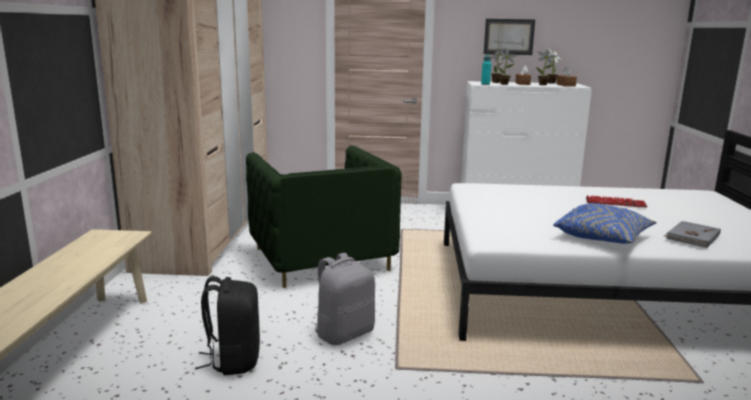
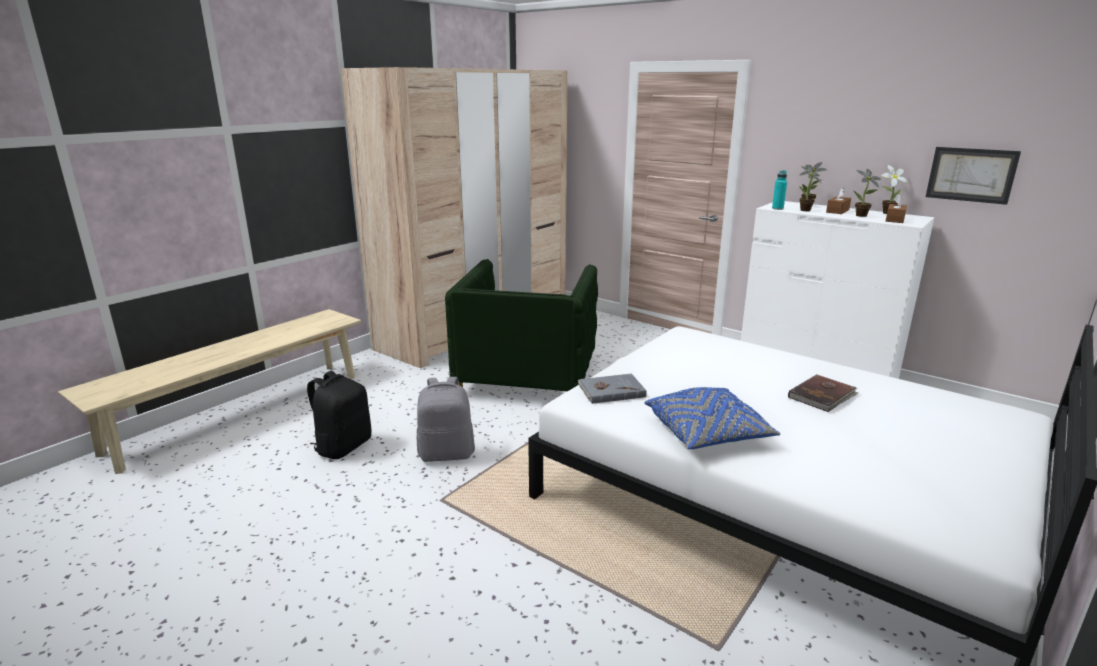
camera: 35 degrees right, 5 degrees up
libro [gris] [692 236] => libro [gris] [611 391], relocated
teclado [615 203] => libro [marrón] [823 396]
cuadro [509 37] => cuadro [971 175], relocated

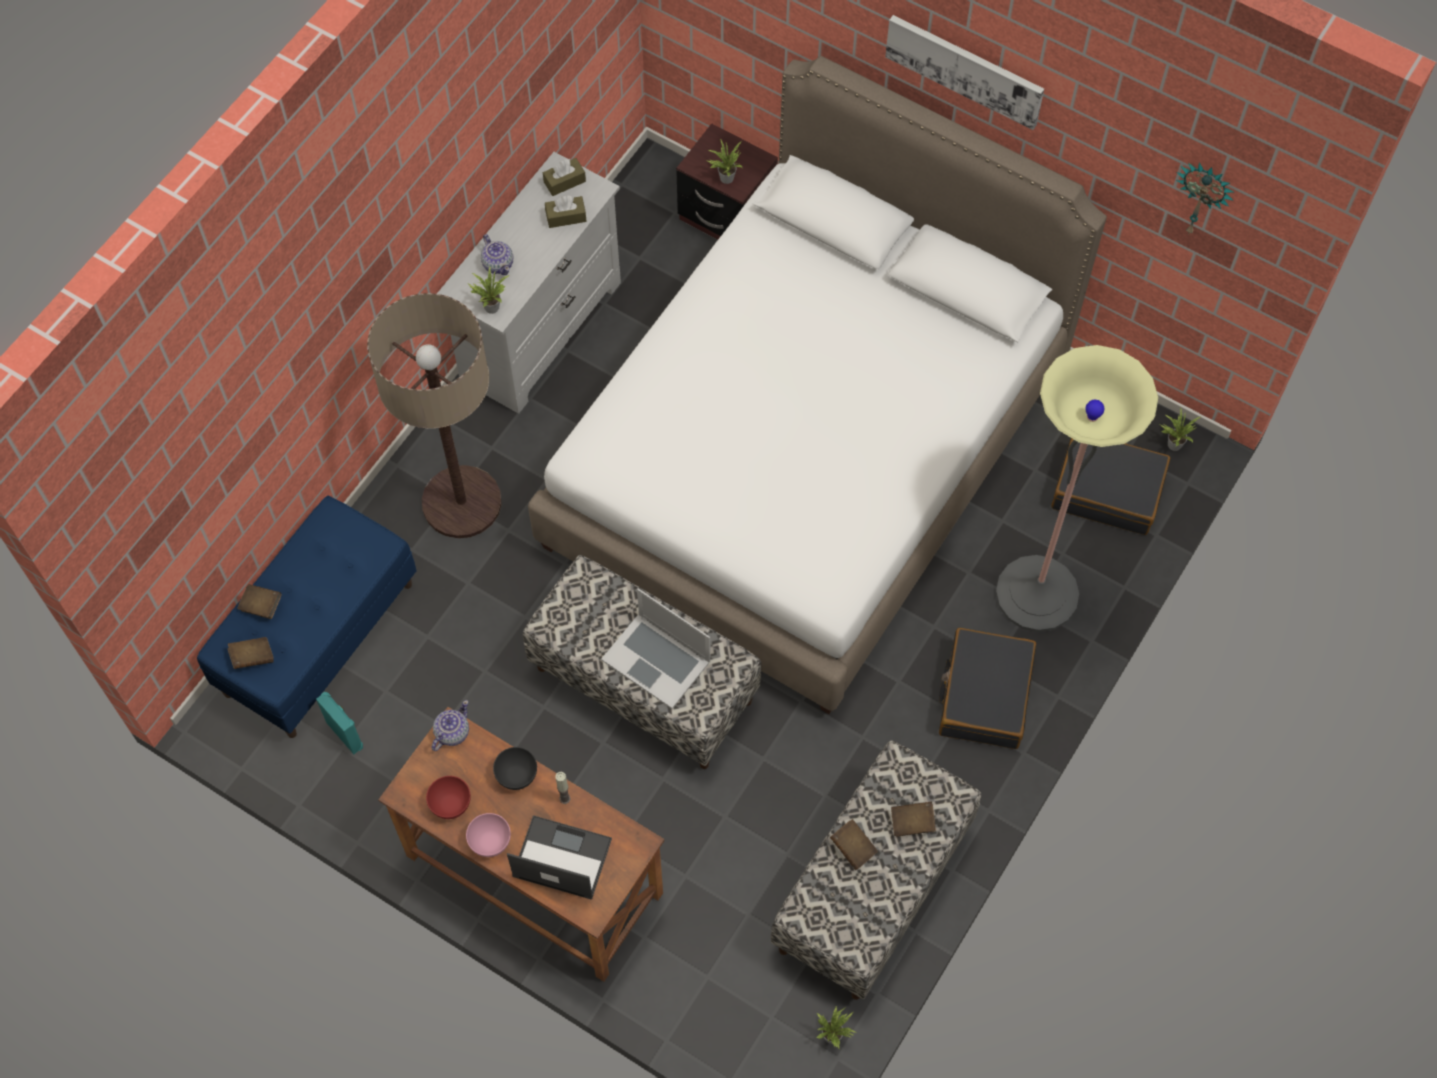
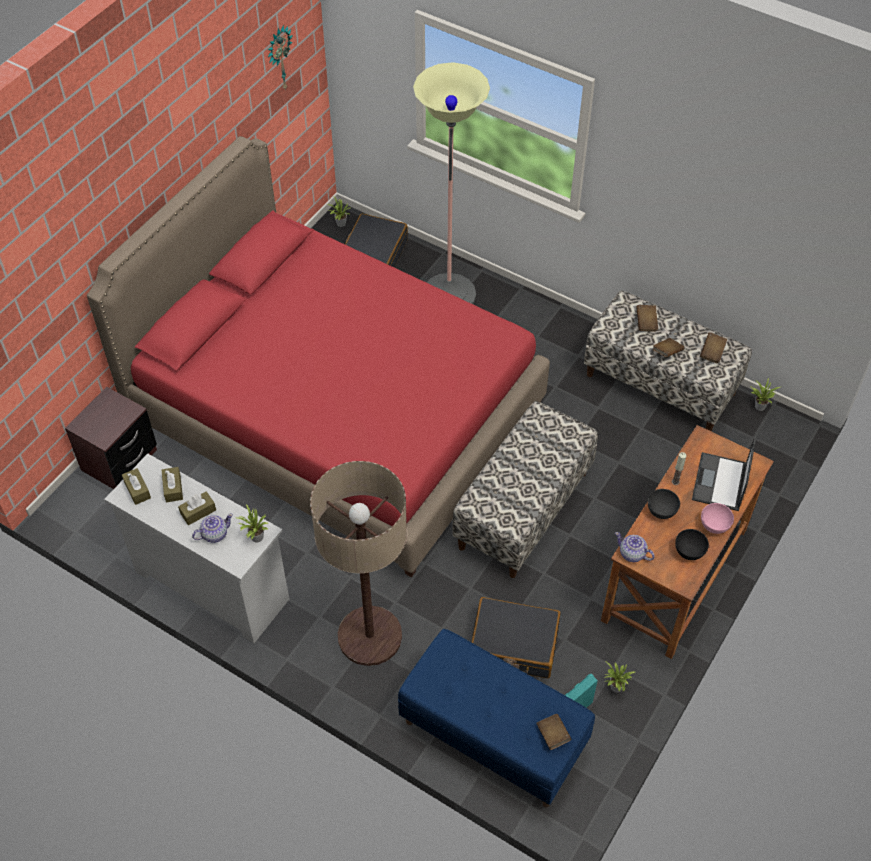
camera: 90 degrees left, 10 degrees down
cama [blanco] [806 453] => cama [rojo] [336 413]
nothing => caja de pañuelos [marrón] [198 512]
maleta [negro] [984 695] => maleta [negro] [514 645], relocated
planta en maceta [725 177] => planta en maceta [615 688], relocated
cuenco [rojo] [450 804] => cuenco [negro] [689 552]
libro [marrón] [261 606] => libro [marrón] [712 352], relocated
portátil [656 660] => nothing
cuadro [965 69] => nothing

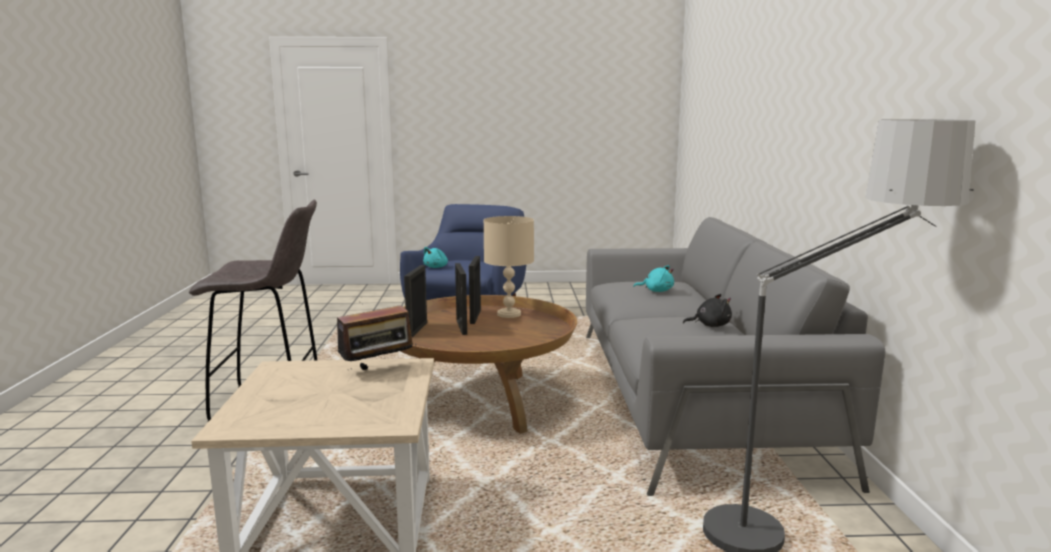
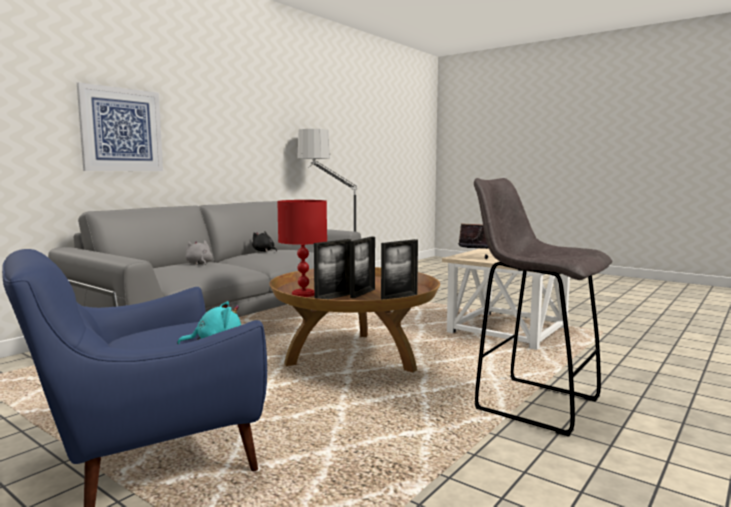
camera: 140 degrees left, 5 degrees down
nothing => cuadro [121 130]
peluche [turquesa] [656 291] => peluche [gris] [199 264]
lámpara de mesa [beis] [509 314] => lámpara de mesa [rojo] [303 294]

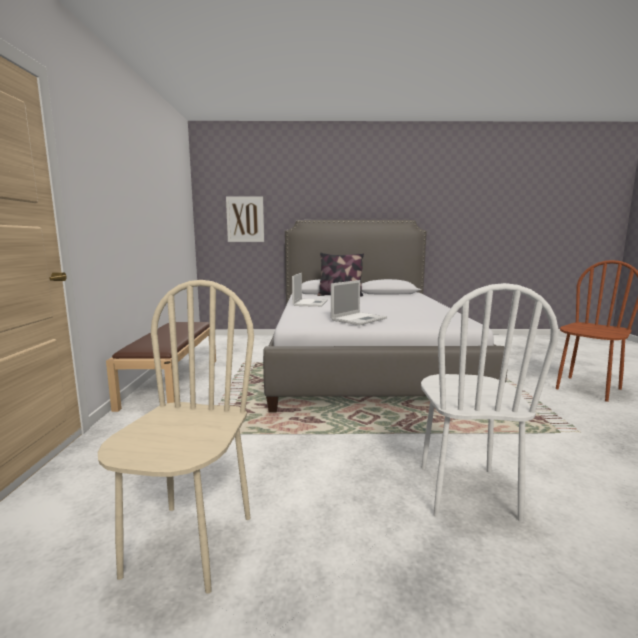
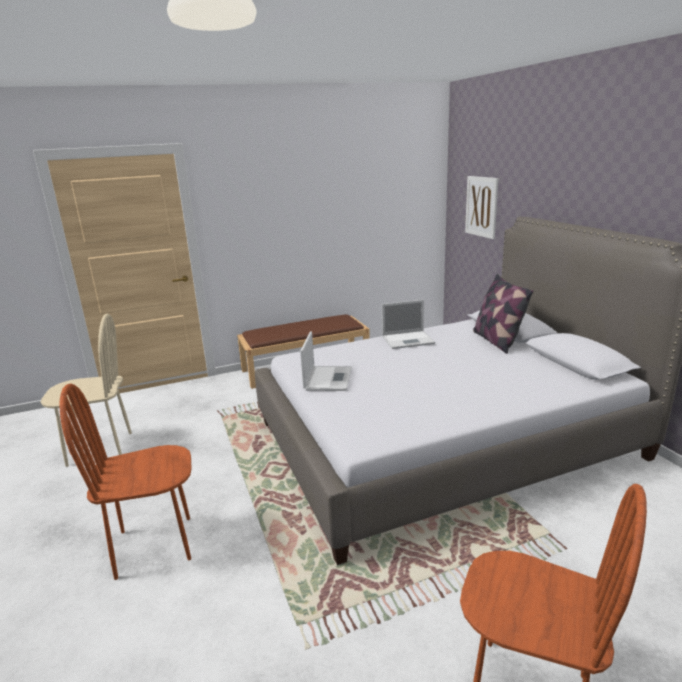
camera: 70 degrees right, 10 degrees up
silla [blanco] [465 491] => silla [marrón] [154 545]
portátil [359 319] => portátil [328 378], 105 degrees counterclockwise

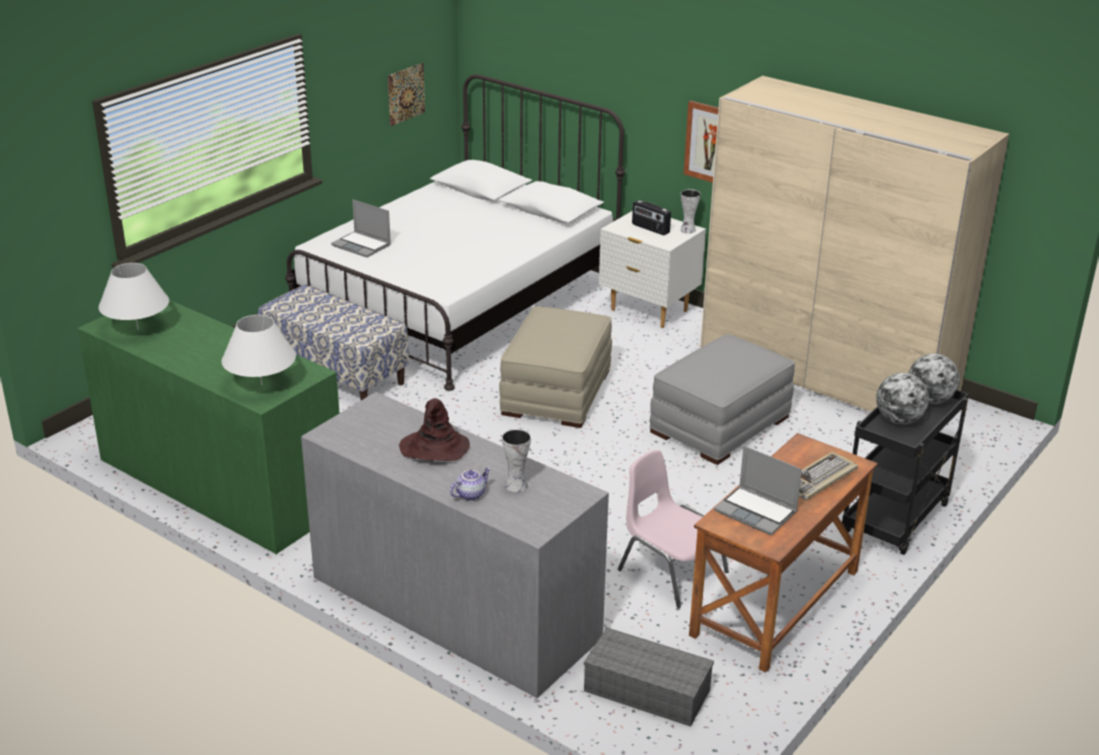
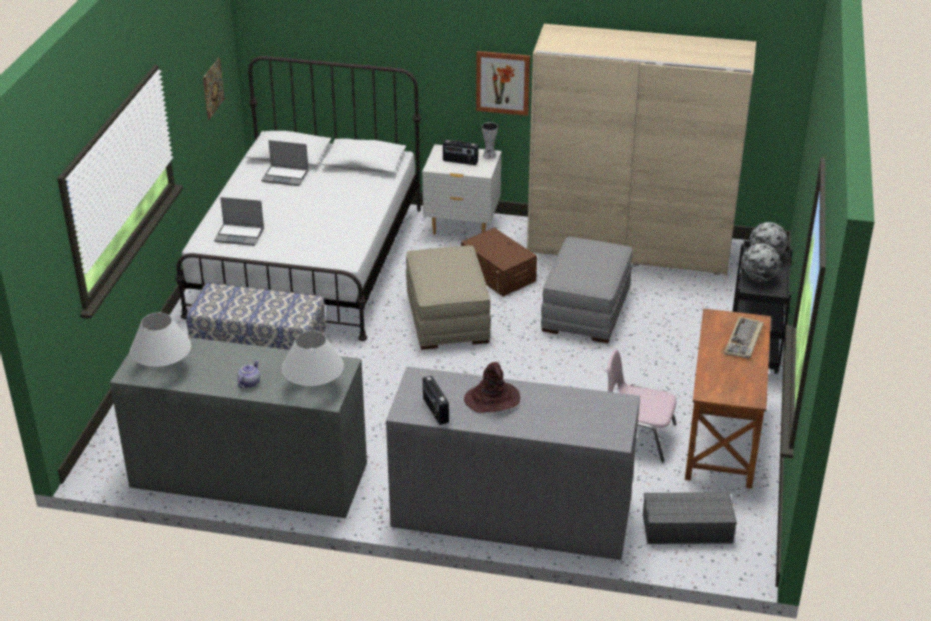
camera: 25 degrees left, 5 degrees up
cómoda [verde] [220 483] => cómoda [gris] [249 475]
tetera [470 494] => tetera [249 382], relocated
portátil [757 512] => portátil [286 176], relocated
nothing => radio [435 411]
nothing => caja de almacenaje [marrón] [498 274]
florero [515 485] => nothing

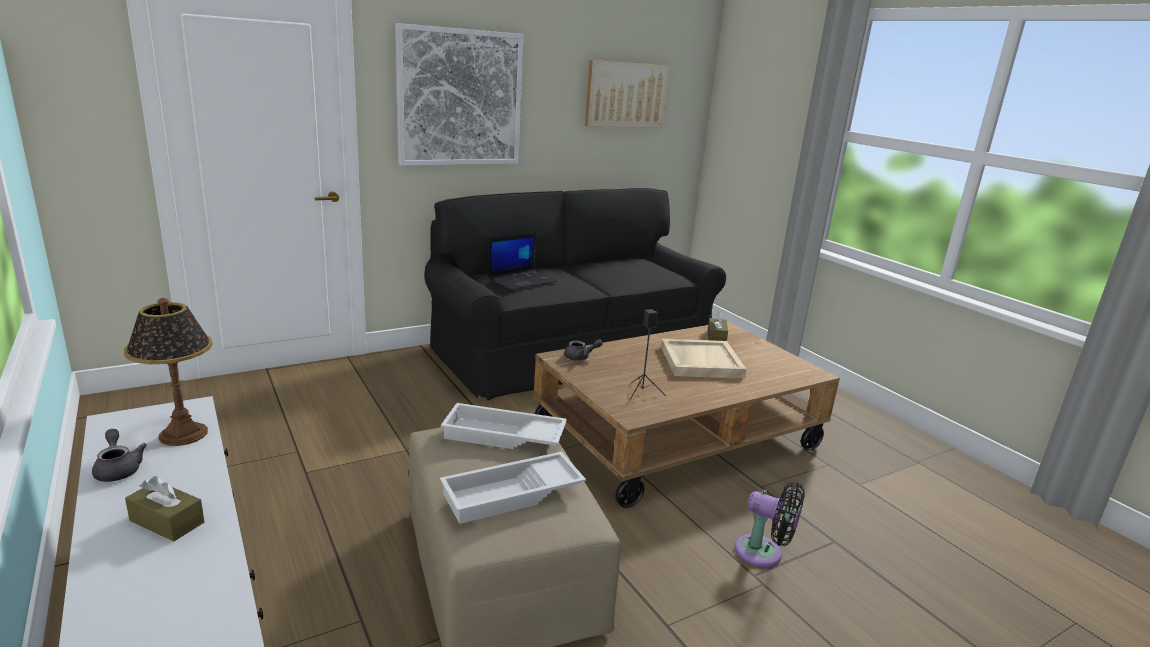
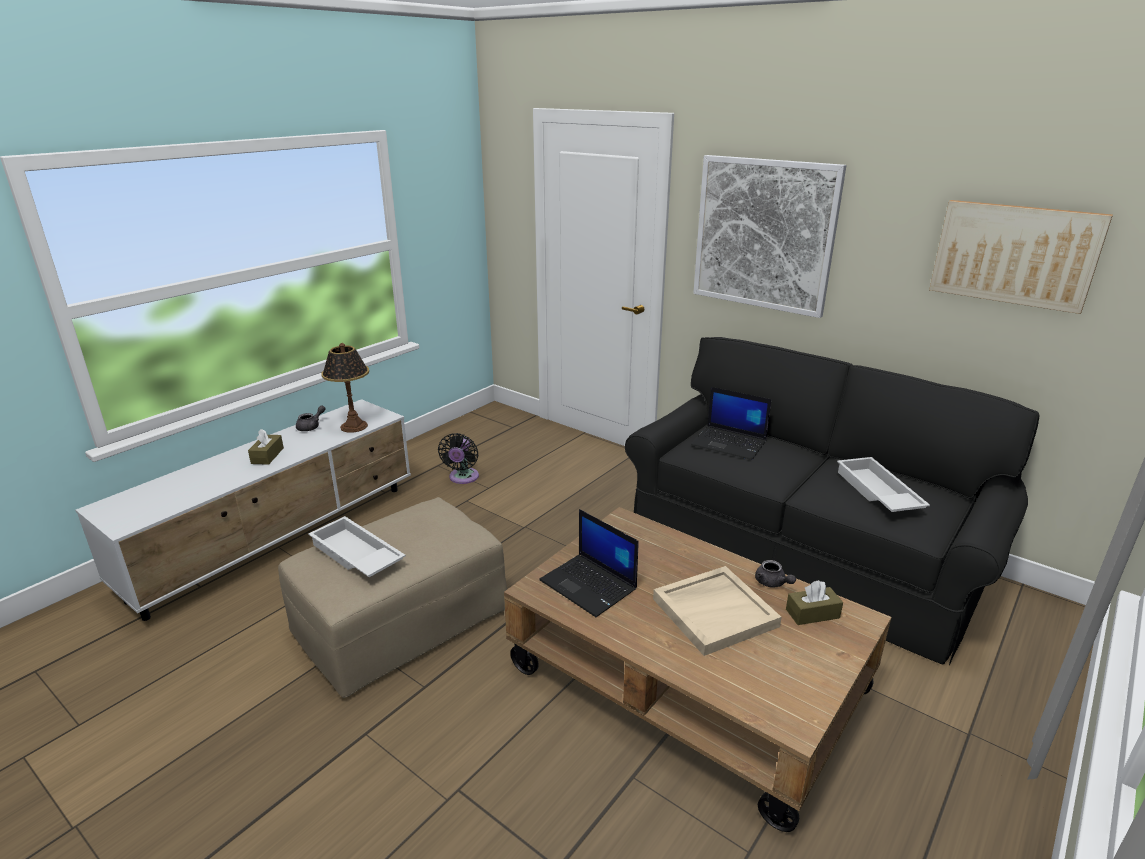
camera: 70 degrees right, 5 degrees up
ventilador [negro] [763 554] => ventilador [negro] [463 478], relocated
altavoz [negro] [642 393] => portátil [589 585]
tetera [gris] [580 357] => tetera [gris] [772 583], relocated
bandeja [blanco] [502 436] => bandeja [blanco] [876 492], relocated

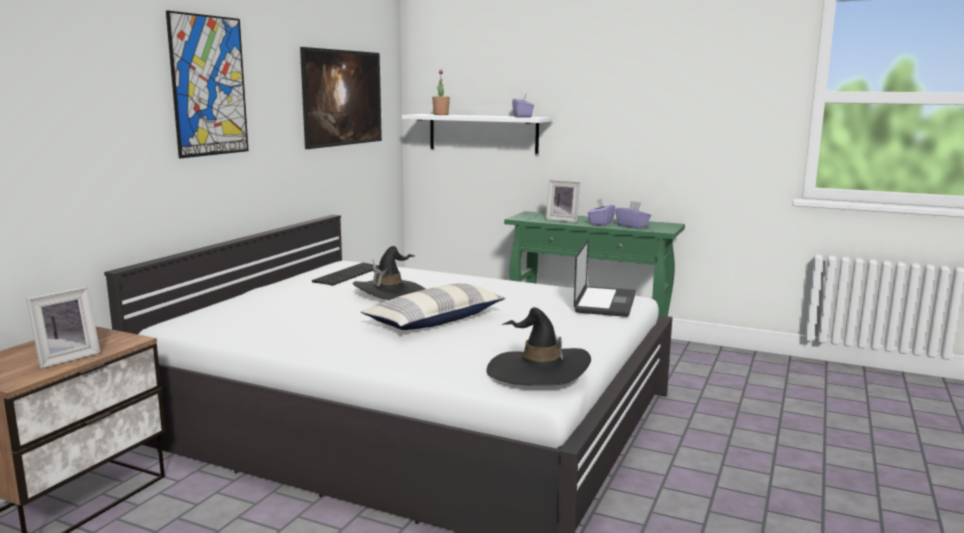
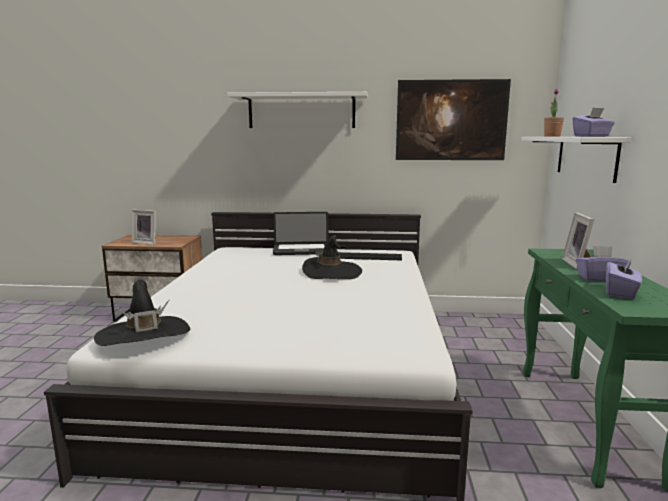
camera: 70 degrees right, 0 degrees up
cuadro [209 86] => estante [blanco] [301 111]
portátil [605 303] => portátil [301 250], relocated
cojín [435 320] => nothing

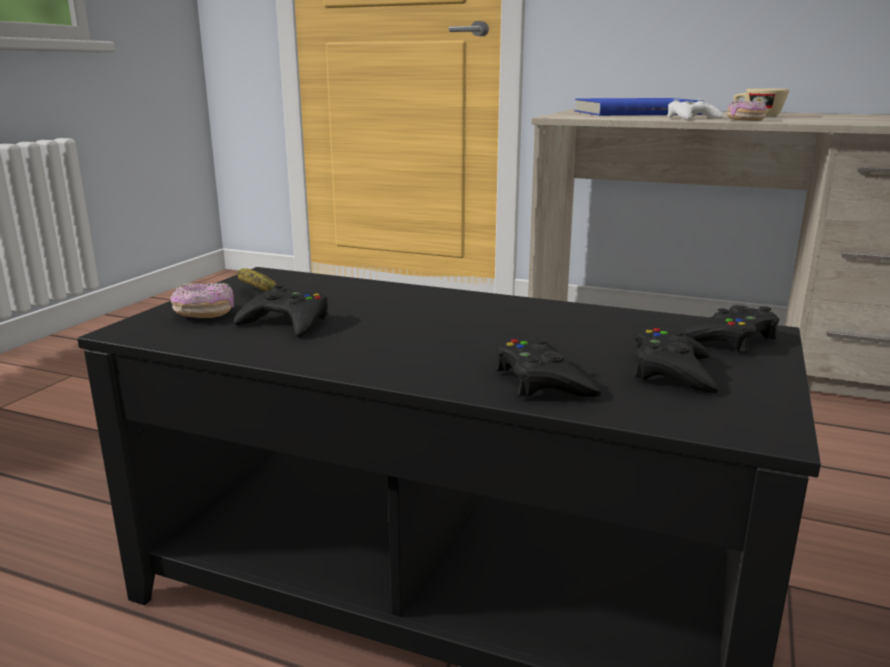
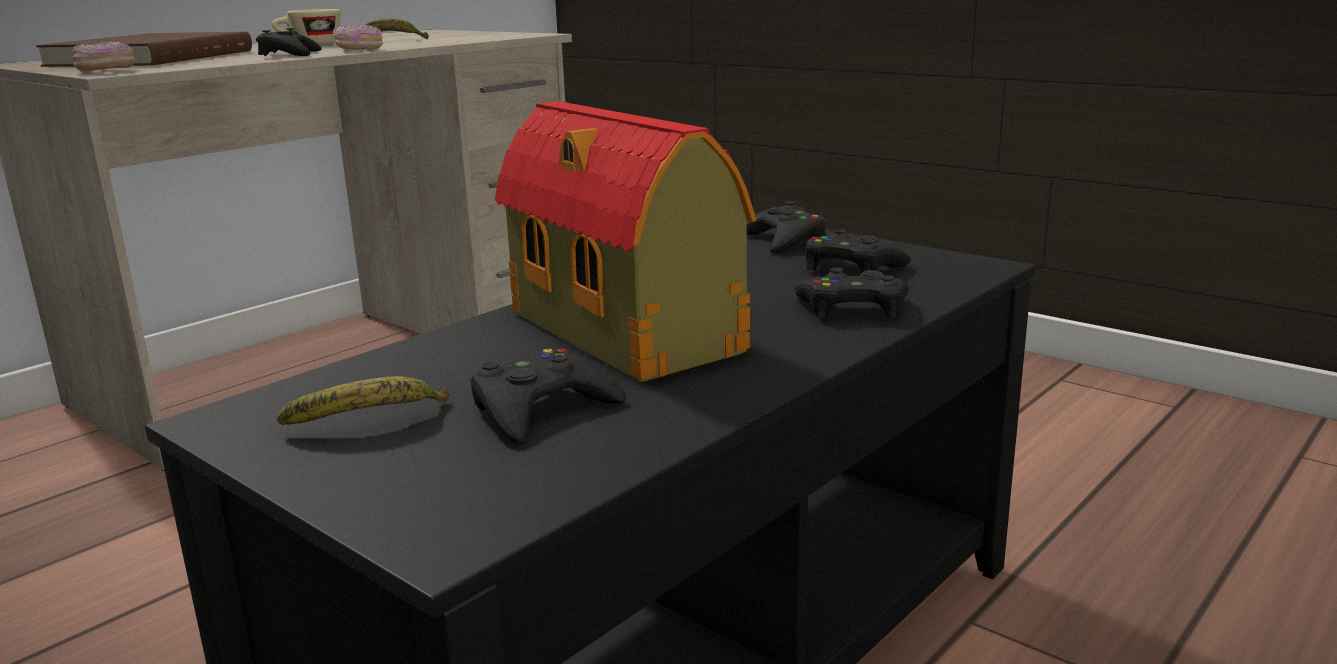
camera: 70 degrees left, 0 degrees up
libro [azul] [635 112] => libro [marrón] [149 58]
rosquilla [204 314] => rosquilla [107 70], relocated
mando de consola [blanco] [691 118] => mando de consola [negro] [289 54]
nothing => plátano [393 40]
nothing => casita [626 333]

